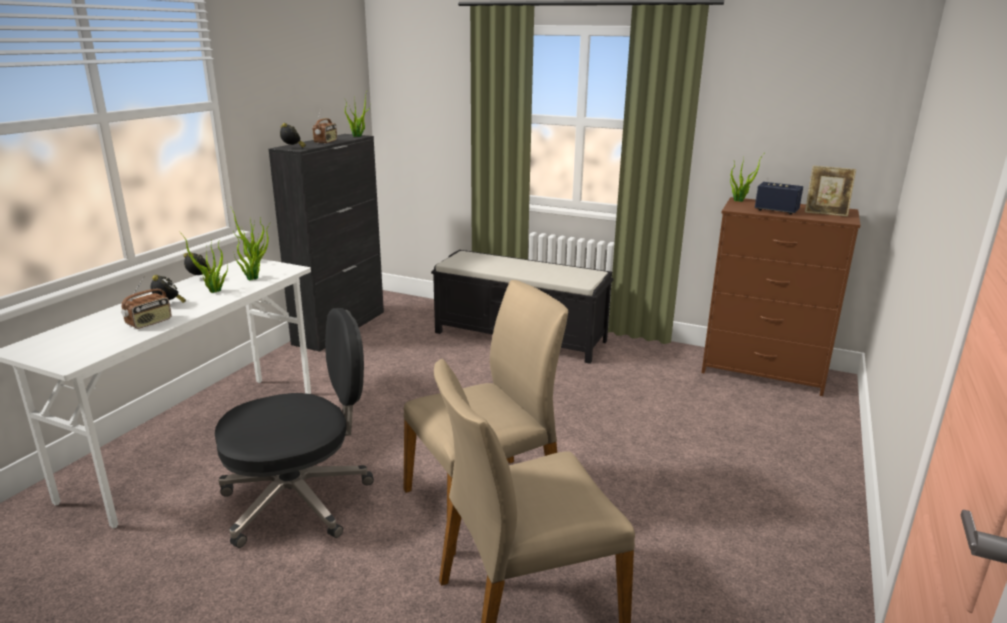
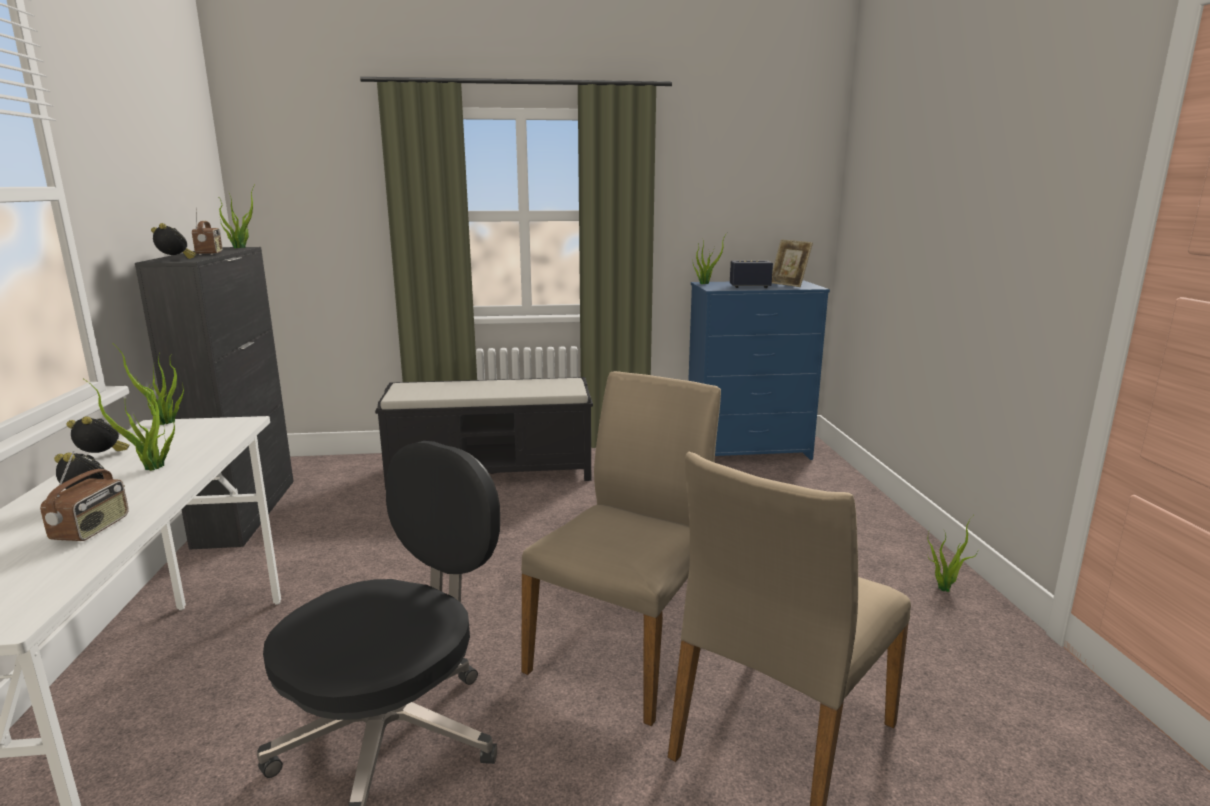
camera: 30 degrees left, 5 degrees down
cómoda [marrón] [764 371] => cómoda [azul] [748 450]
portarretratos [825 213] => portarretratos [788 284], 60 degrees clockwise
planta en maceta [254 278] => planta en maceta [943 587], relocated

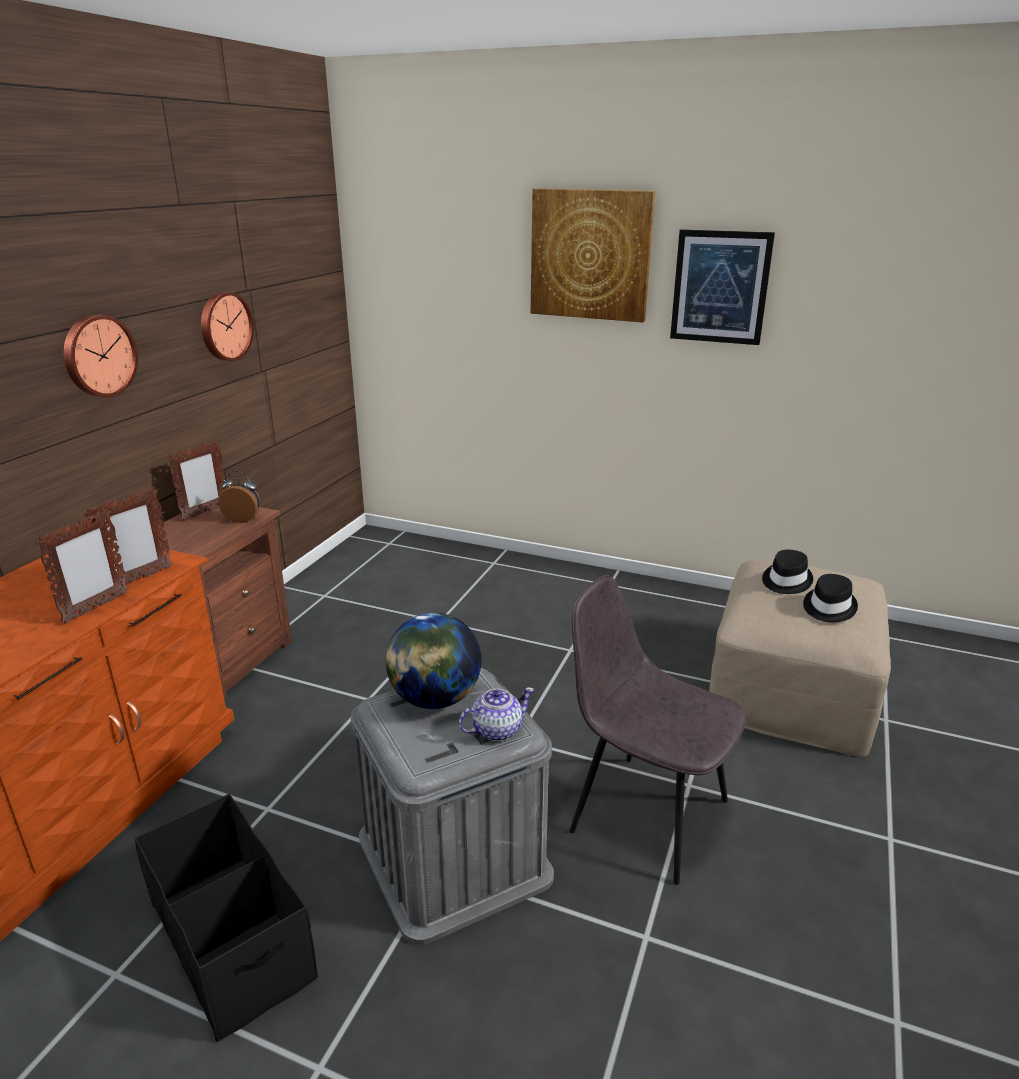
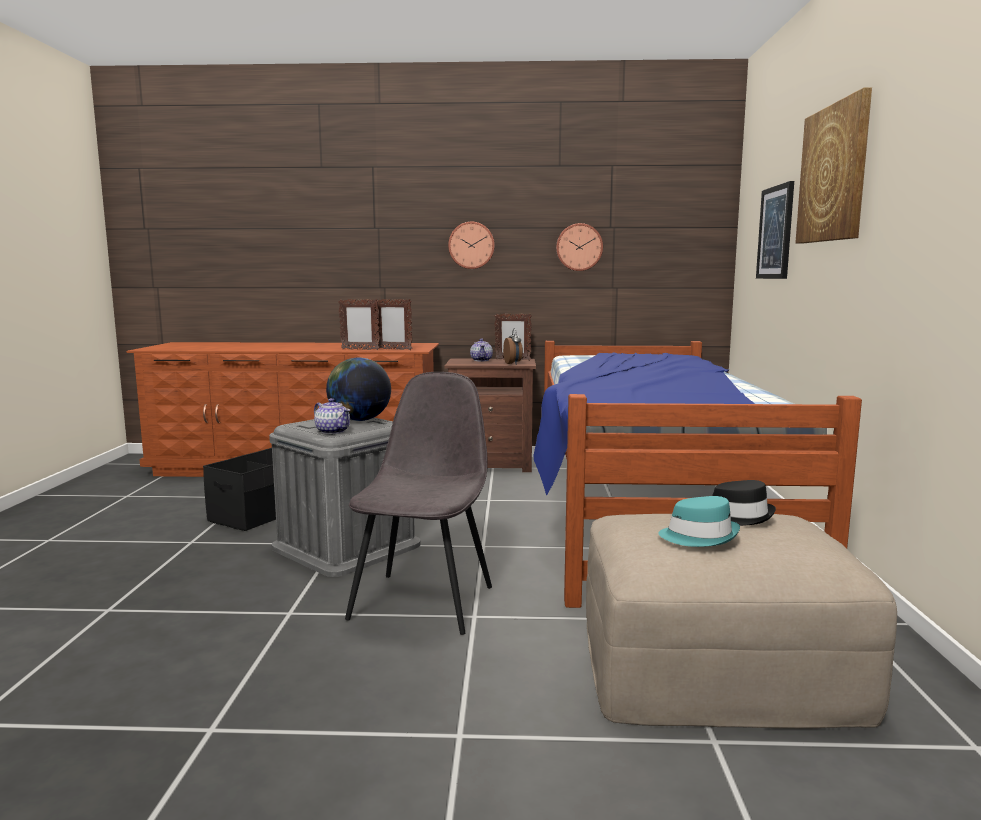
camera: 70 degrees right, 15 degrees down
nothing => tetera [481 360]
nothing => cama [645 512]
sombrero [negro] [828 607] => sombrero [turquesa] [699 536]
cuadro [720 287] => cuadro [776 232], relocated

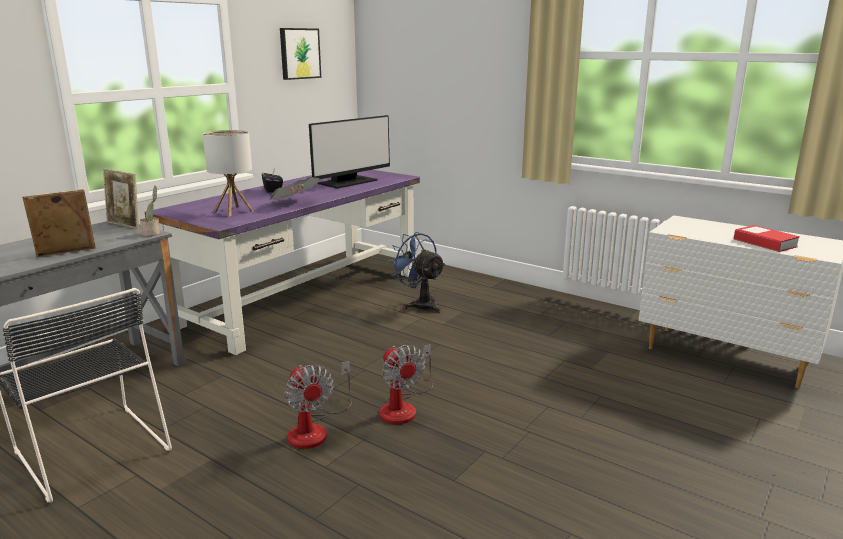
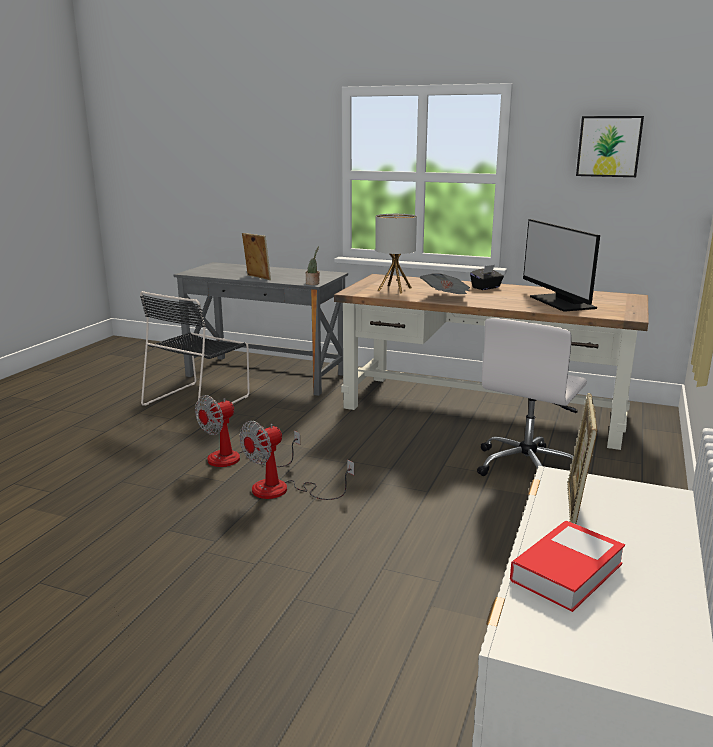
camera: 75 degrees right, 0 degrees up
escritorio [morado] [305 297] => escritorio [marrón] [484 409]
ventilador [azul] [420 304] => silla de oficina [blanco] [527 466]
monitor [348 182] => monitor [561 302], 45 degrees clockwise
portarretratos [125 225] => portarretratos [575 506], relocated

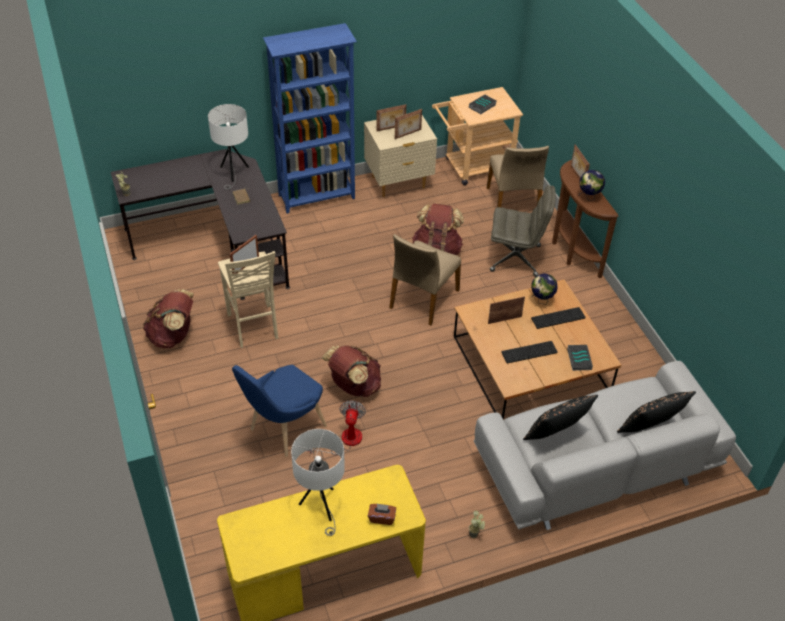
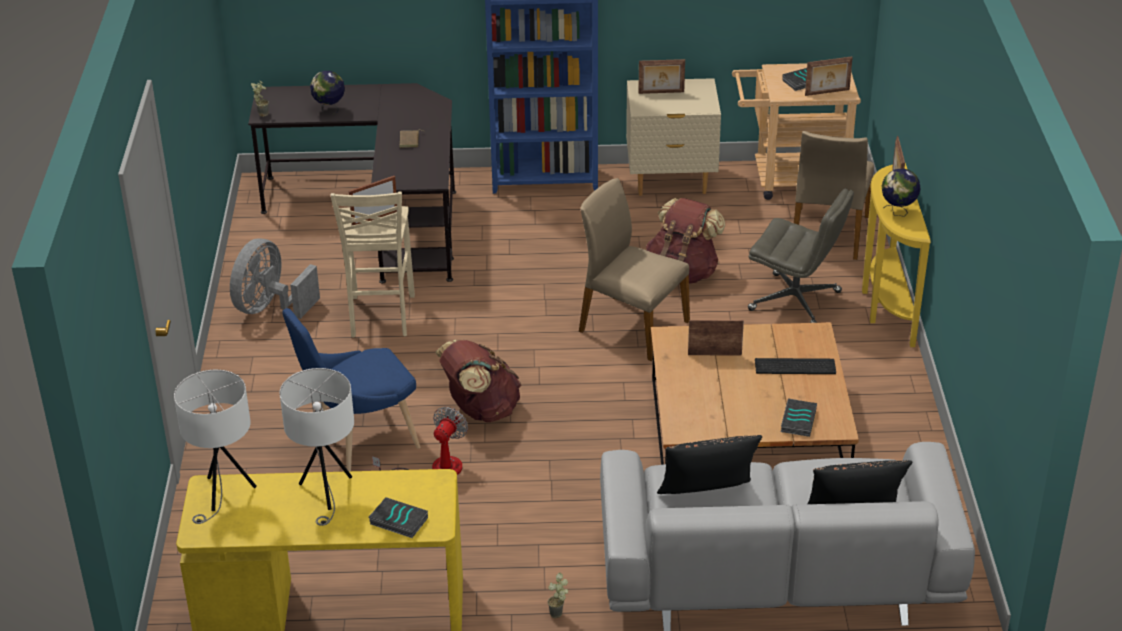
camera: 20 degrees right, 10 degrees down
lámpara de mesa [blanco] [233 173] => lámpara de mesa [blanco] [223 494], relocated
mochila [marrón] [173 336] => ventilador [gris] [270 308]
globo terráqueo [541 300] => globo terráqueo [329 111], relocated
caja de pañuelos [marrón] [382 518] => libro [397 521]
silla [beis] [423 299] => silla [beis] [632 326], 75 degrees clockwise
portarretratos [408 134] => portarretratos [827 93], relocated
mesa consola [marrón] [571 251] => mesa consola [amarillo] [885 307]
teclado [529 353] => nothing

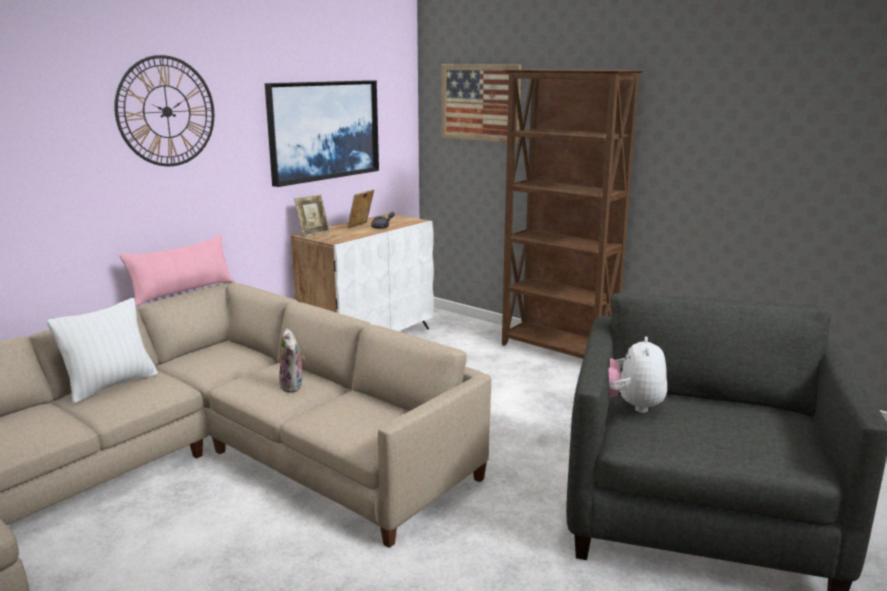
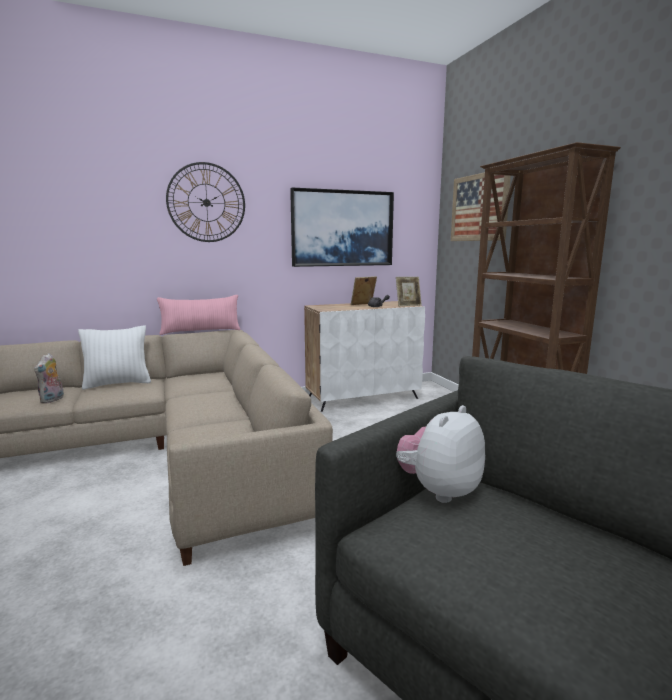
camera: 30 degrees right, 5 degrees down
peluche [293 386] => peluche [52 400], relocated
portarretratos [313 233] => portarretratos [408 305], relocated

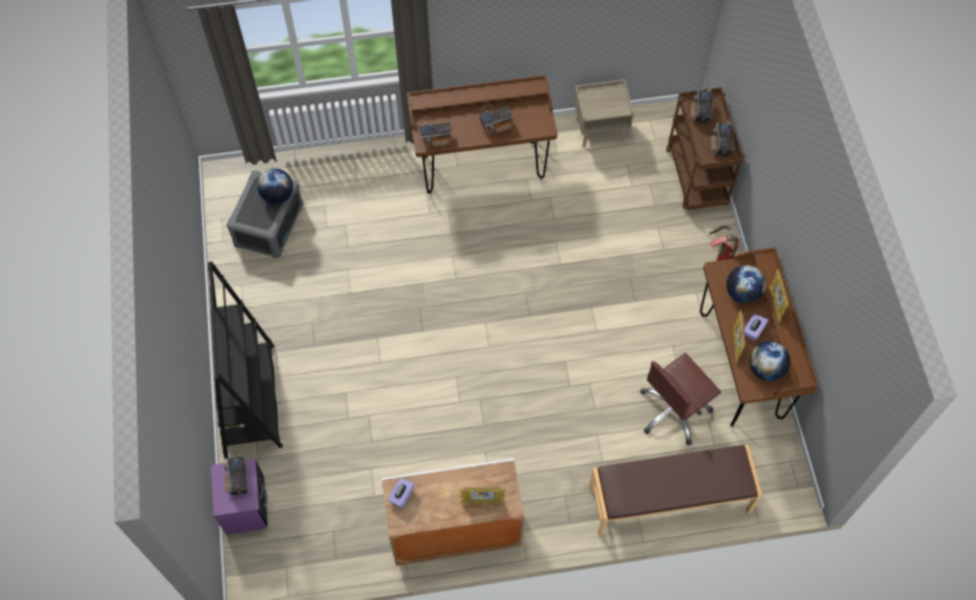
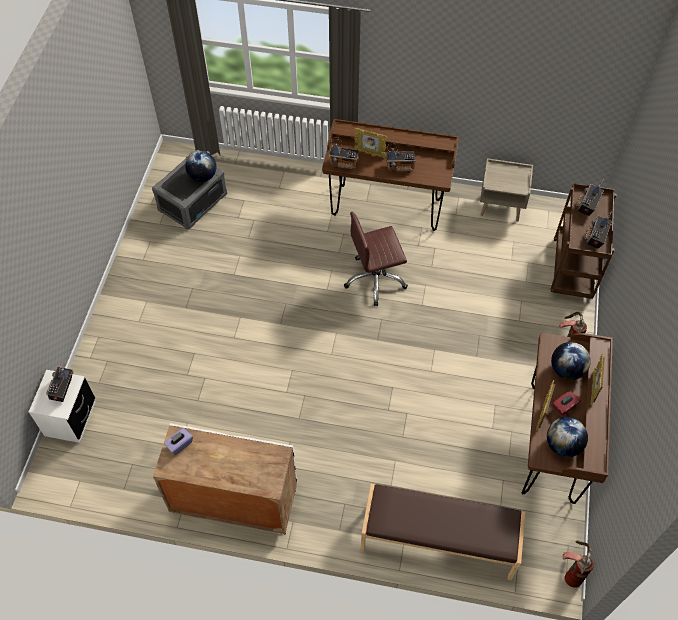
camera: 20 degrees right, 5 degrees down
mesita de noche [morado] [245 506] => mesita de noche [blanco] [70 418]
silla de oficina [marrón] [674 411] => silla de oficina [marrón] [375 279], relocated
portarretratos [482 502] => portarretratos [370 153], relocated
caja de pañuelos [morado] [753 331] => caja de pañuelos [rojo] [564 406]
nothing => extintor [571 571]
estantería [negro] [250 400] => nothing

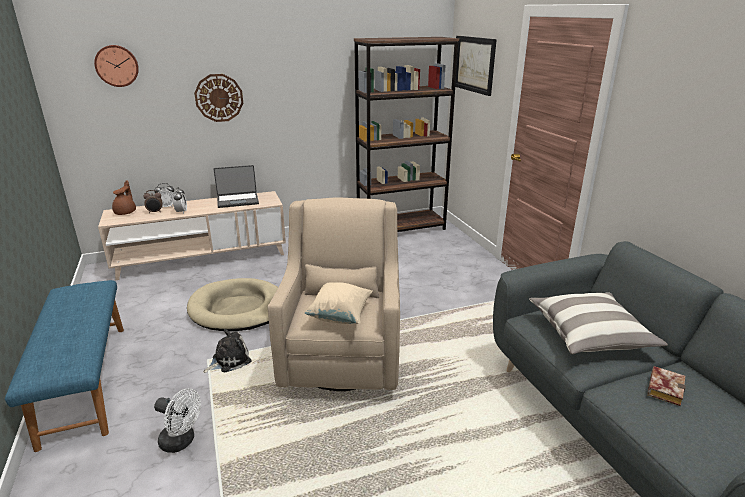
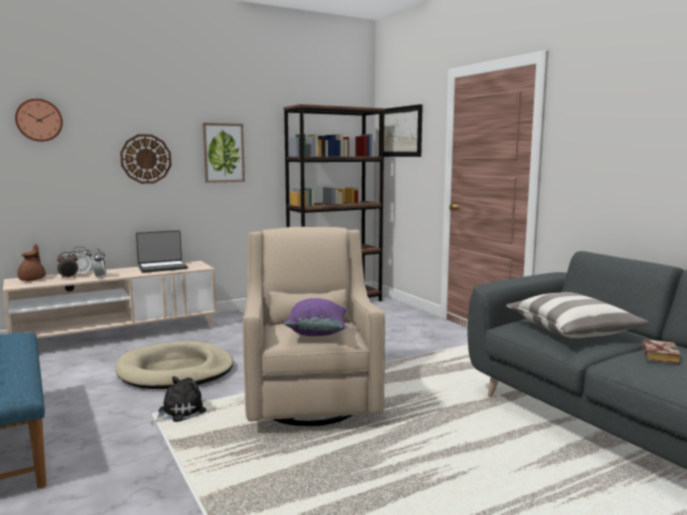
camera: 10 degrees left, 15 degrees down
nothing => cuadro [223 153]
cojín [beis] [340 316] => cojín [morado] [317 333]
ventilador [blanco] [182 441] => nothing

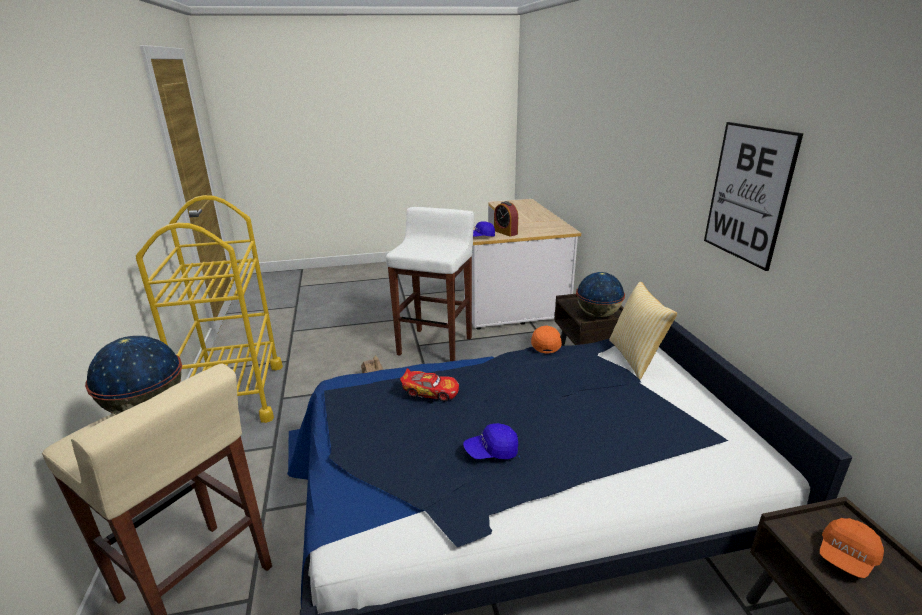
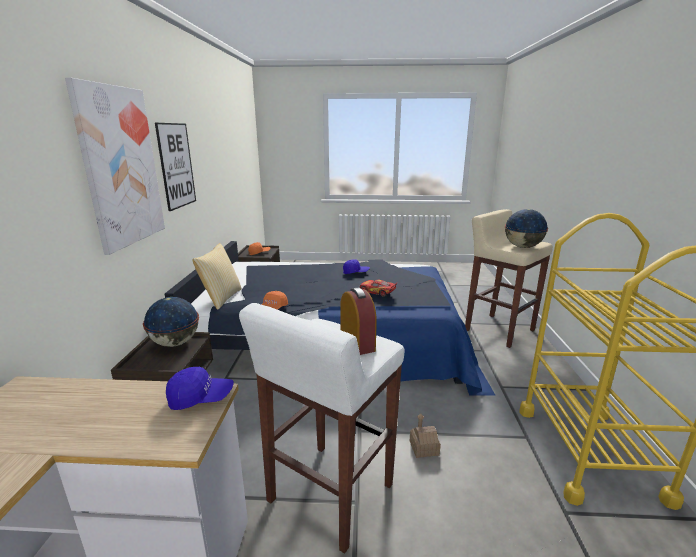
camera: 165 degrees left, 5 degrees down
nothing => cuadro [121 167]
despertador [505 232] => despertador [357 342], relocated

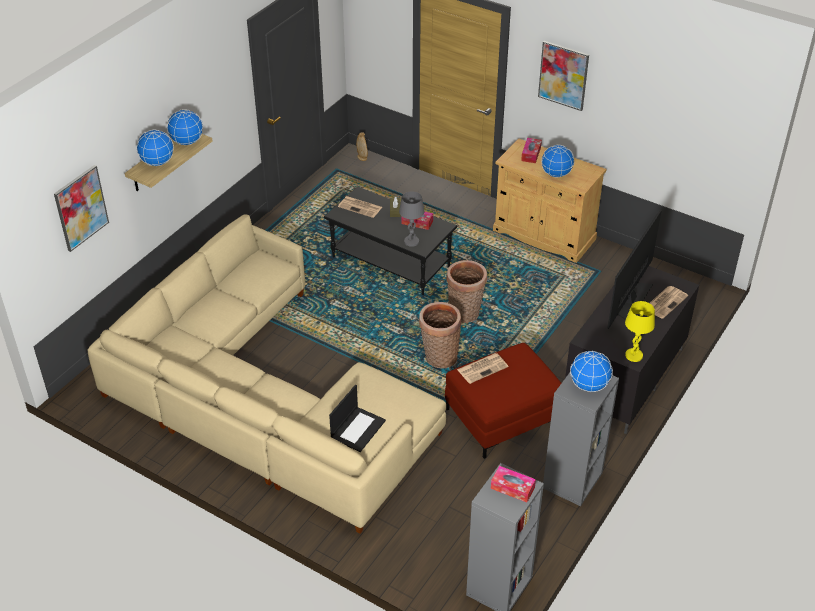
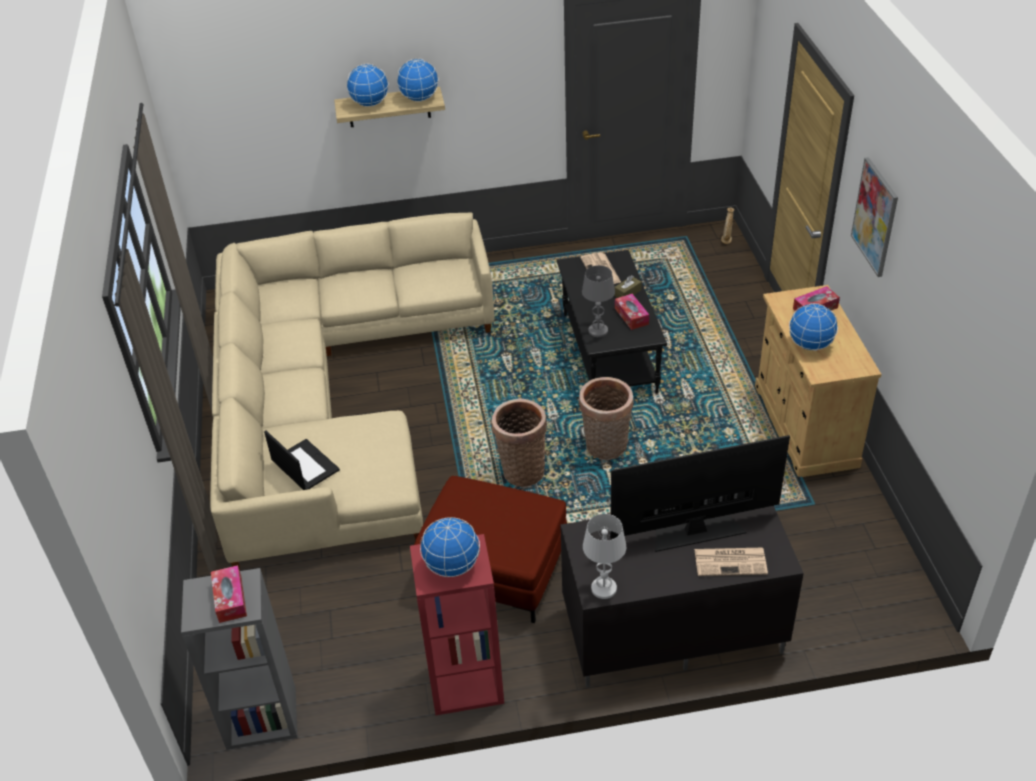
camera: 50 degrees right, 0 degrees up
portátil [358 429] => portátil [304 465], 120 degrees counterclockwise
estantería [gris] [572 481] => estantería [rojo] [465 685]
lámpara de mesa [amarillo] [634 356] => lámpara de mesa [blanco] [603 588]
cuadro [81 208] => nothing
periódico [483 368] => nothing

